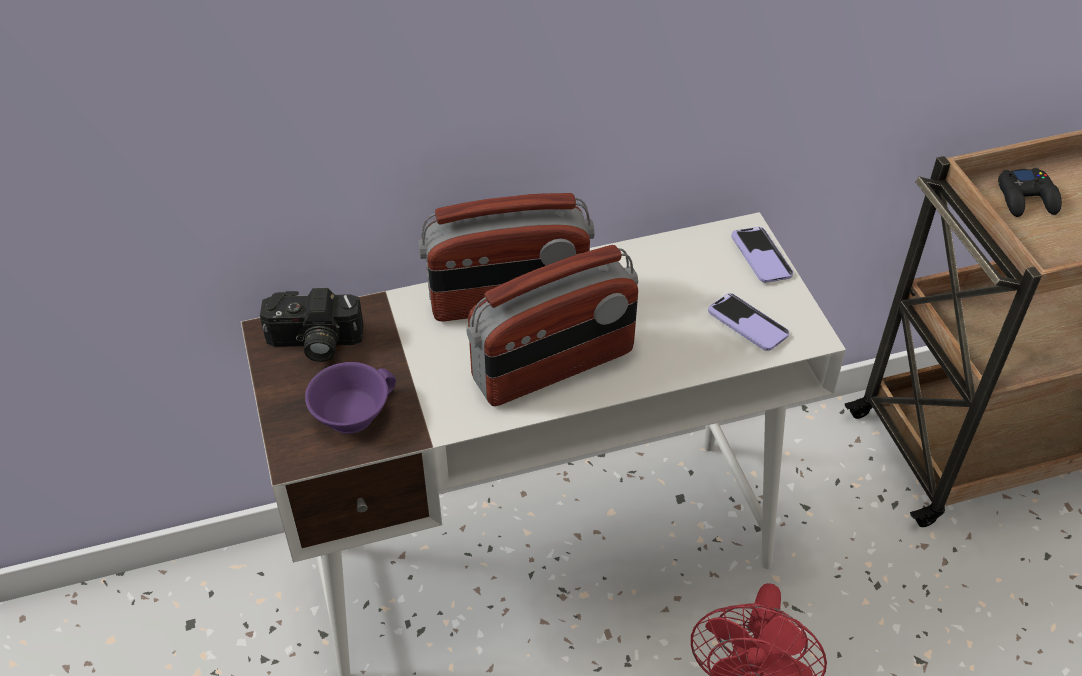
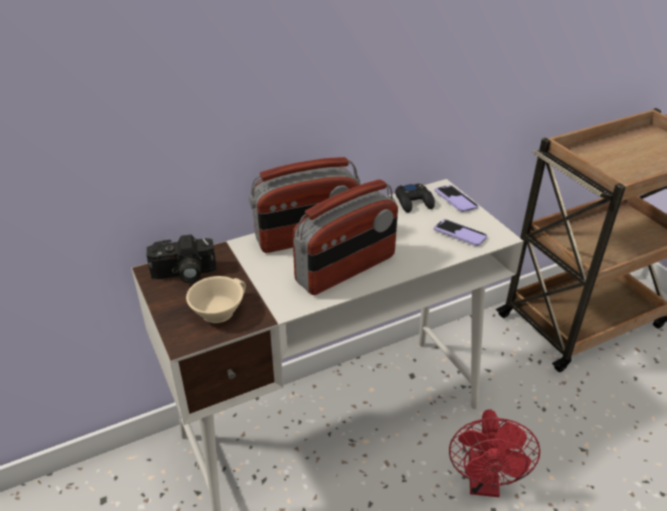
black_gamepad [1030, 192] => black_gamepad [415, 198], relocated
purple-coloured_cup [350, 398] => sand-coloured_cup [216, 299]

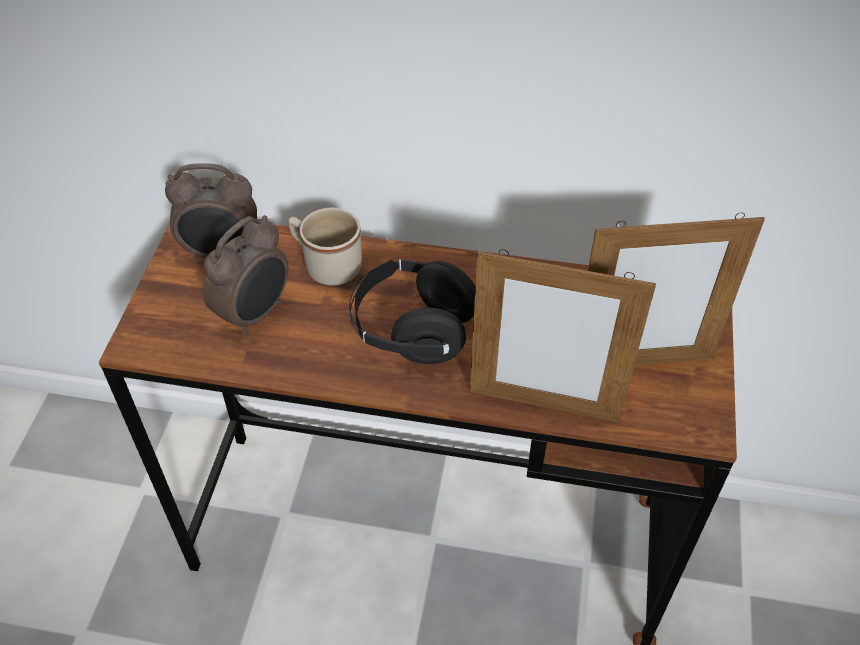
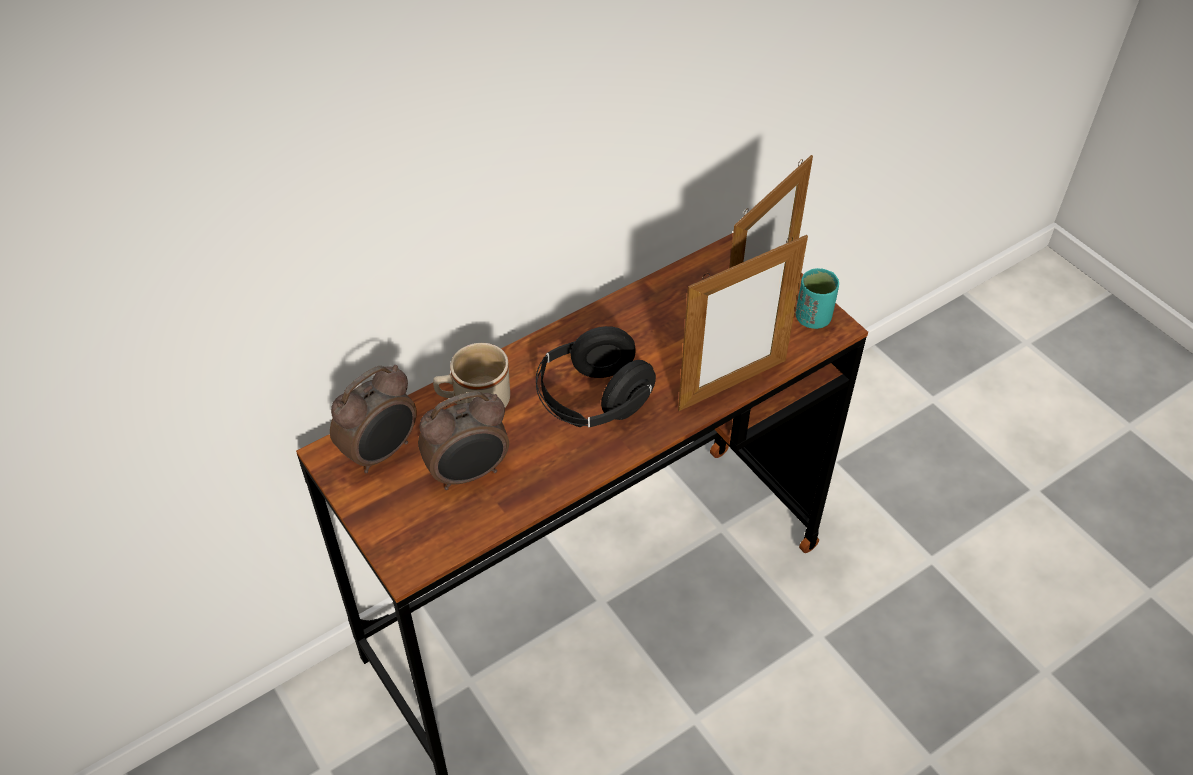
nothing => turquoise_cup [817, 298]
alarm_clock [245, 275] => alarm_clock [463, 440], 75 degrees clockwise

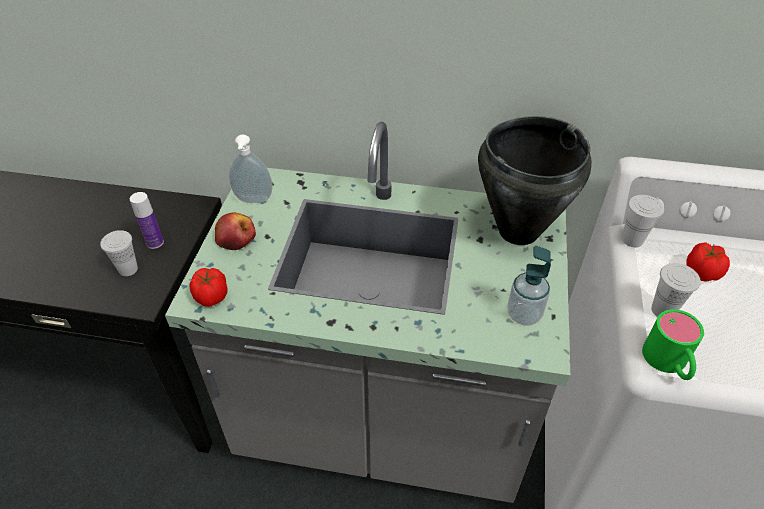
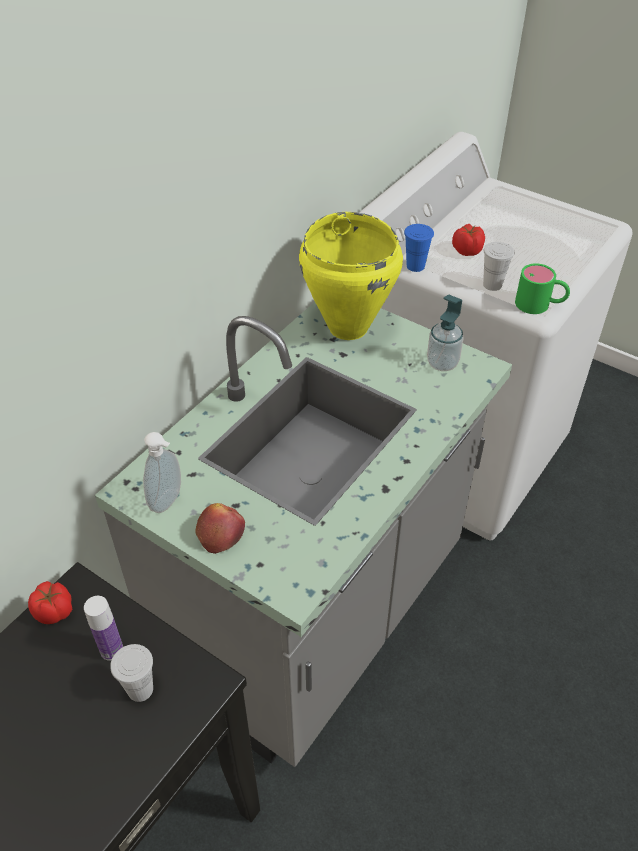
fresh_tomato [208, 287] => fresh_tomato [50, 602], relocated
black_saucepot [535, 180] => yellow-coloured_saucepot [351, 276]
white_cup [643, 221] => bluish_cup [419, 248]

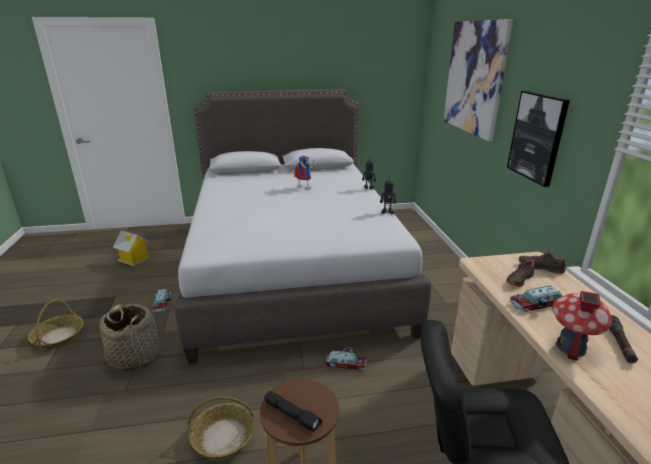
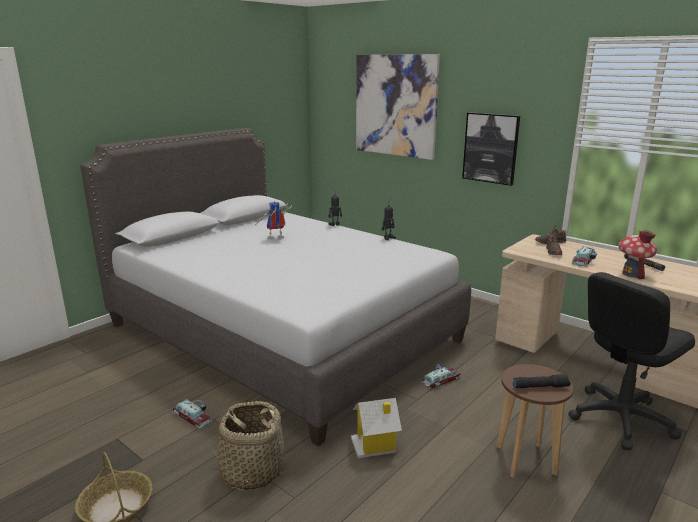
basket [221, 428] => nothing
model_house [131, 248] => model_house [376, 428], relocated

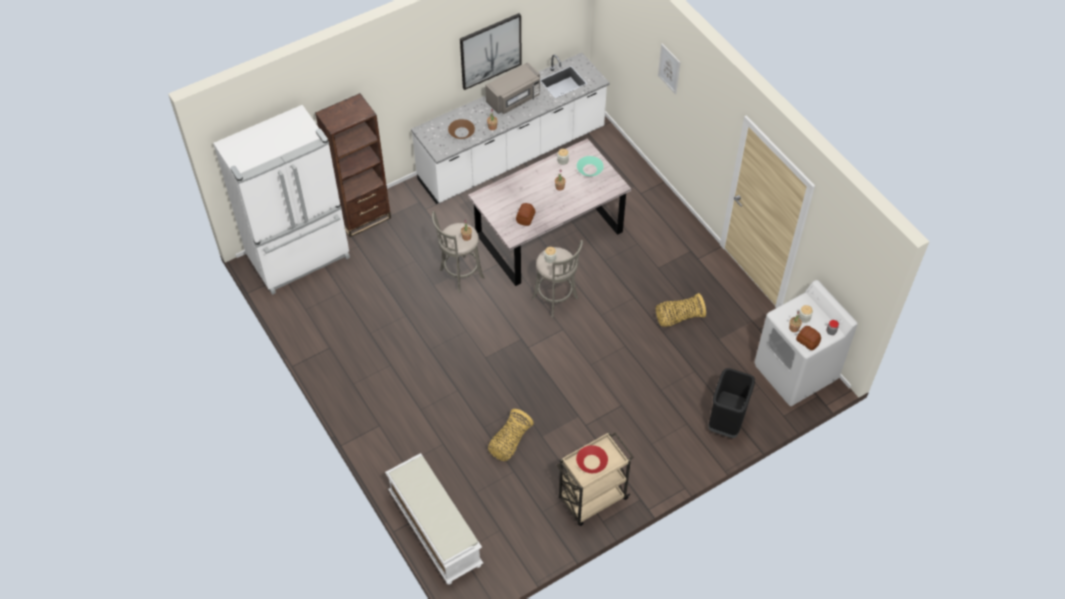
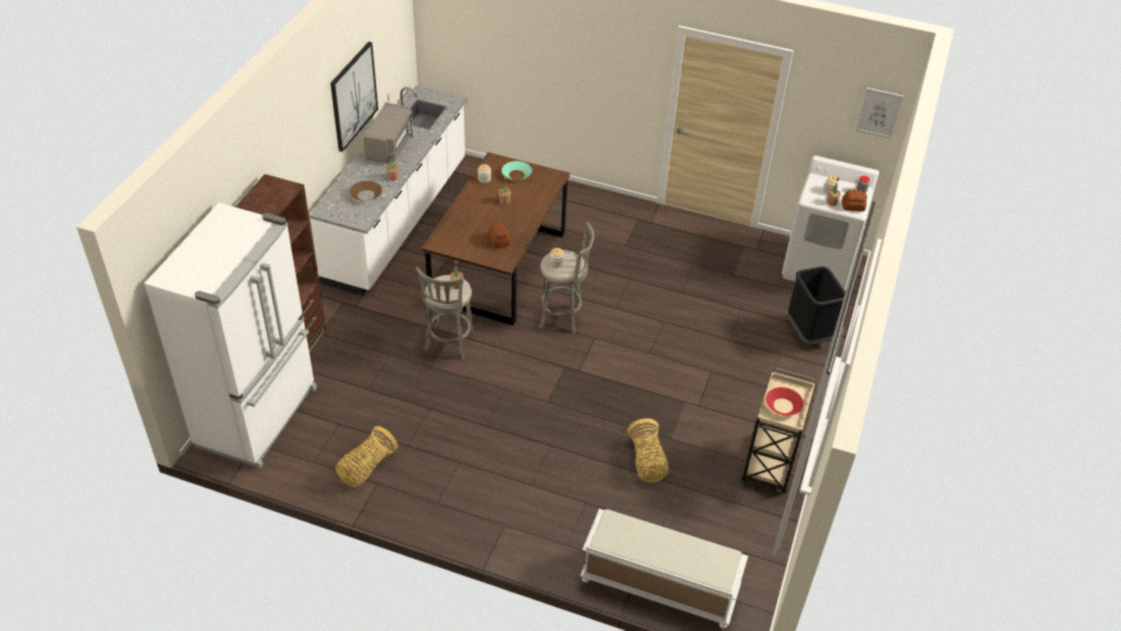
basket [681, 310] => basket [367, 456], relocated
wall_art [669, 69] => wall_art [879, 113], relocated
gray_kitchen_table [549, 212] => brown_kitchen_table [496, 238]

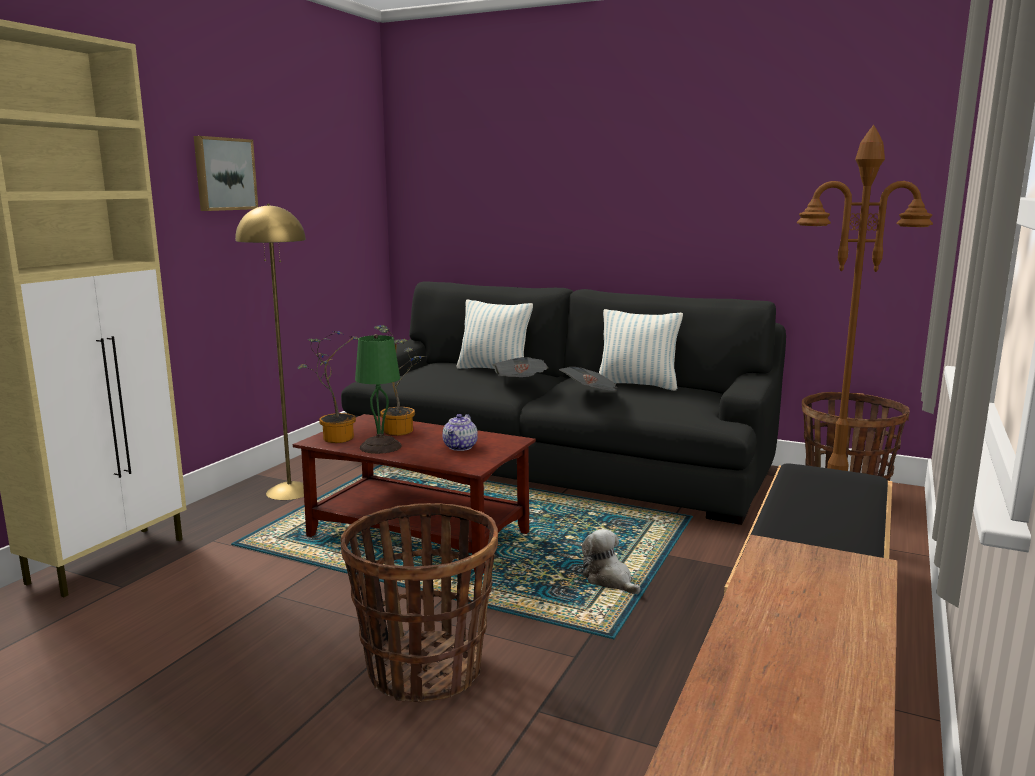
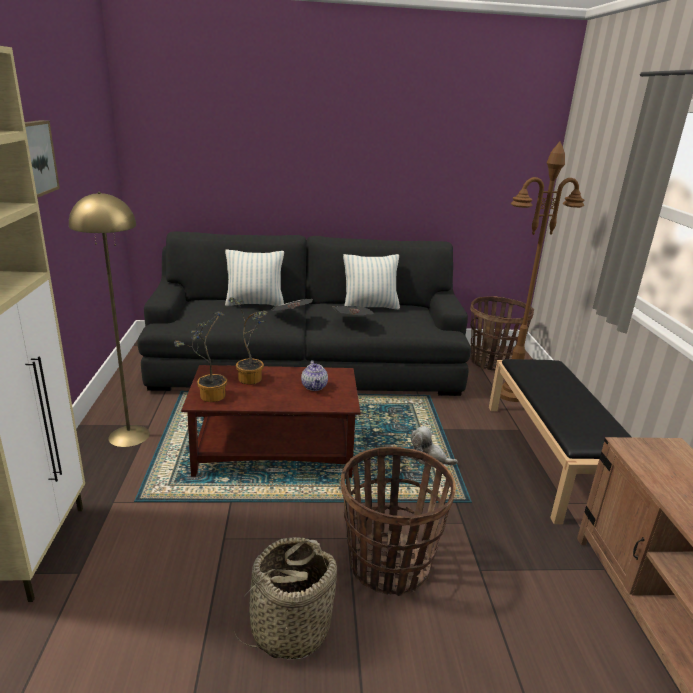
greenish_table_lamp [378, 394] => nothing
nothing => basket [285, 598]

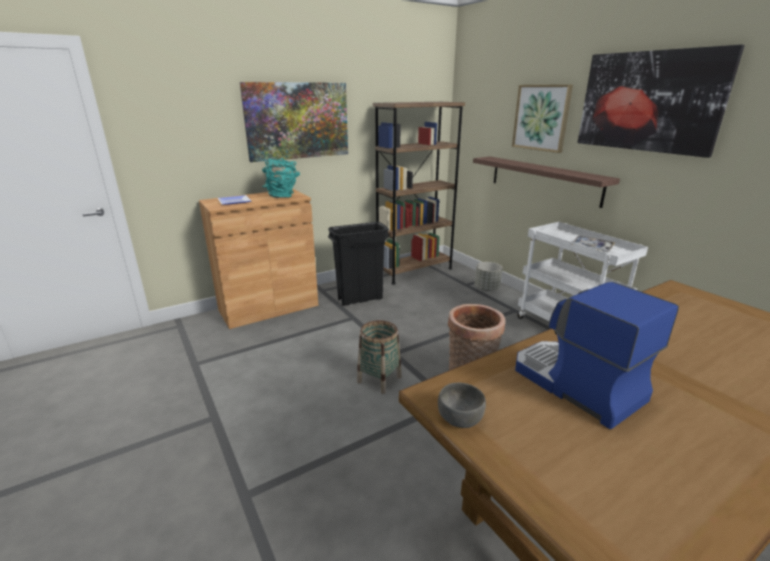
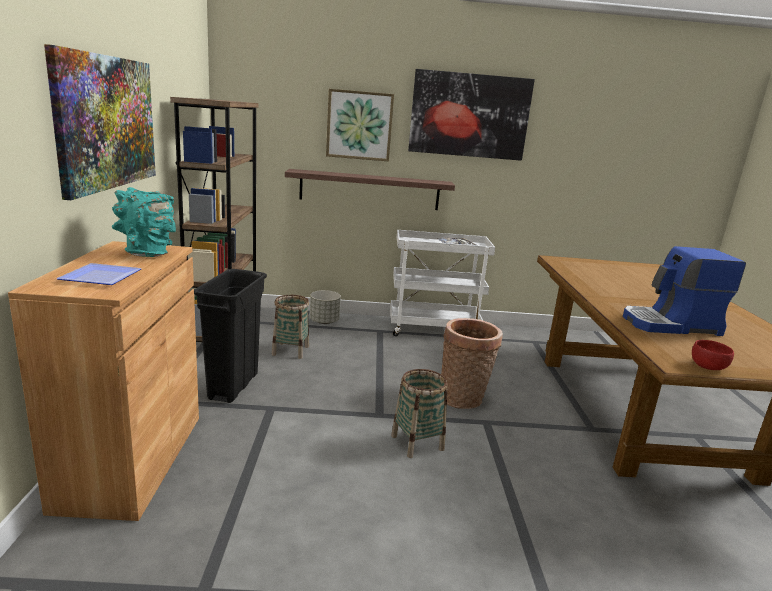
nothing => basket [290, 327]
gray_serving_bowl [462, 405] => reddish_serving_bowl [713, 355]

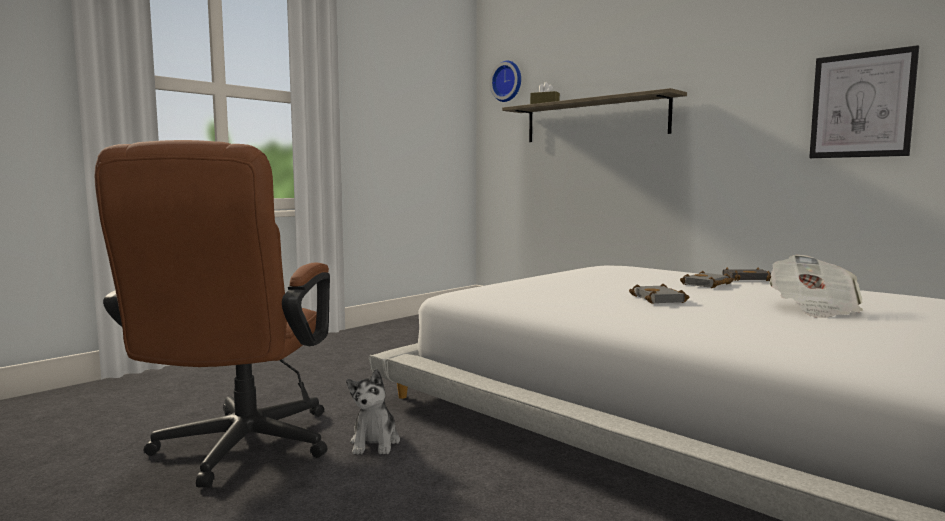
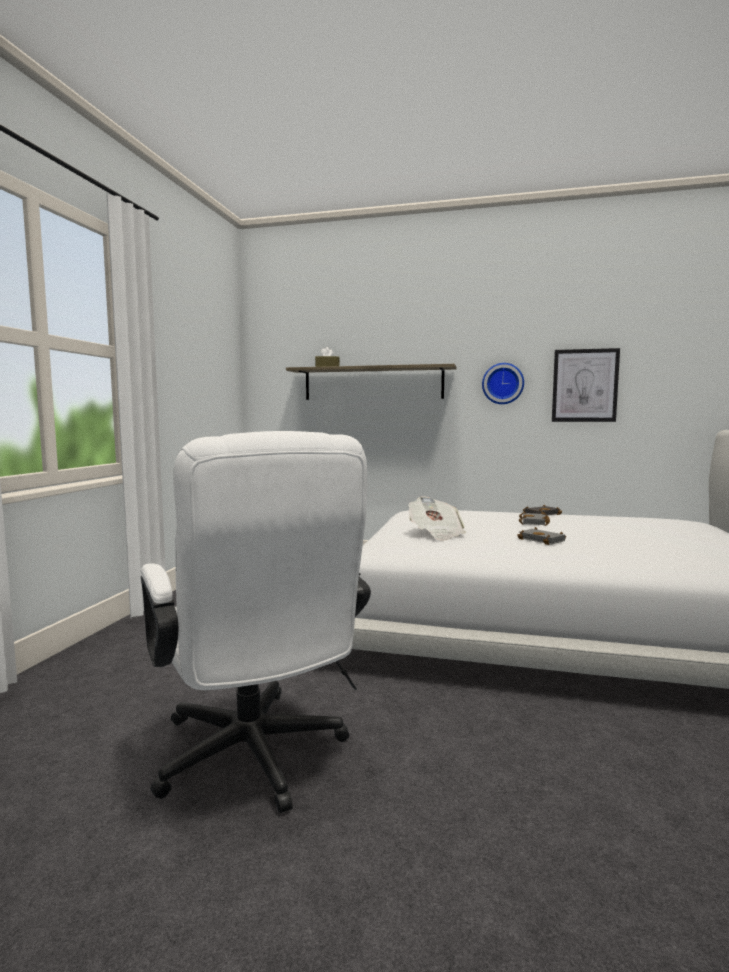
plush_toy [373, 411] => nothing
hanging_clock [505, 81] => hanging_clock [503, 383], relocated
printed_paper [816, 286] => printed_paper [437, 519], relocated
brown_office_chair [212, 314] => white_office_chair [256, 622]

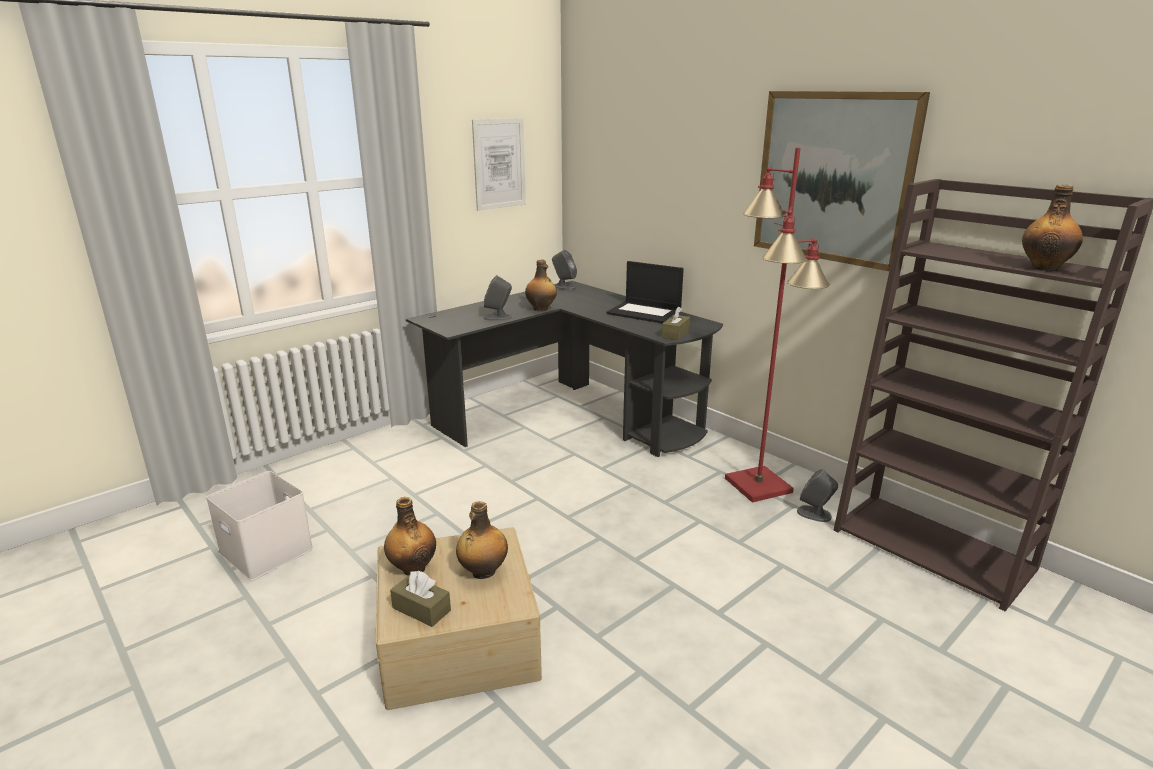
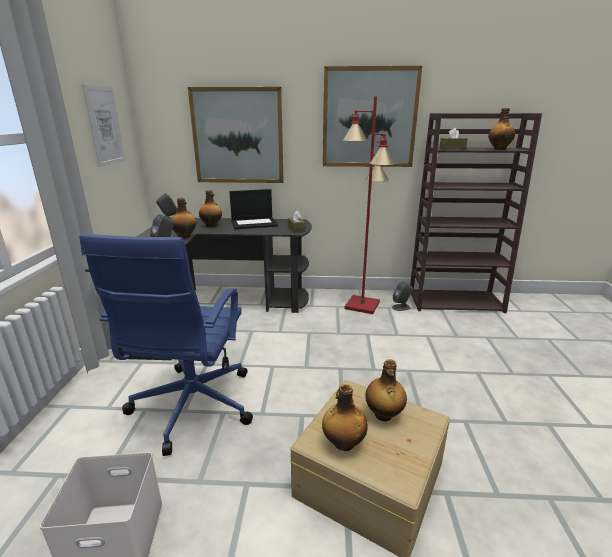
nothing => bluish_office_chair [166, 345]
nothing => wall_art [235, 135]
nothing => drink_bottle [210, 208]
brown_box_of_tissues [420, 599] => brown_box_of_tissues [453, 139], relocated

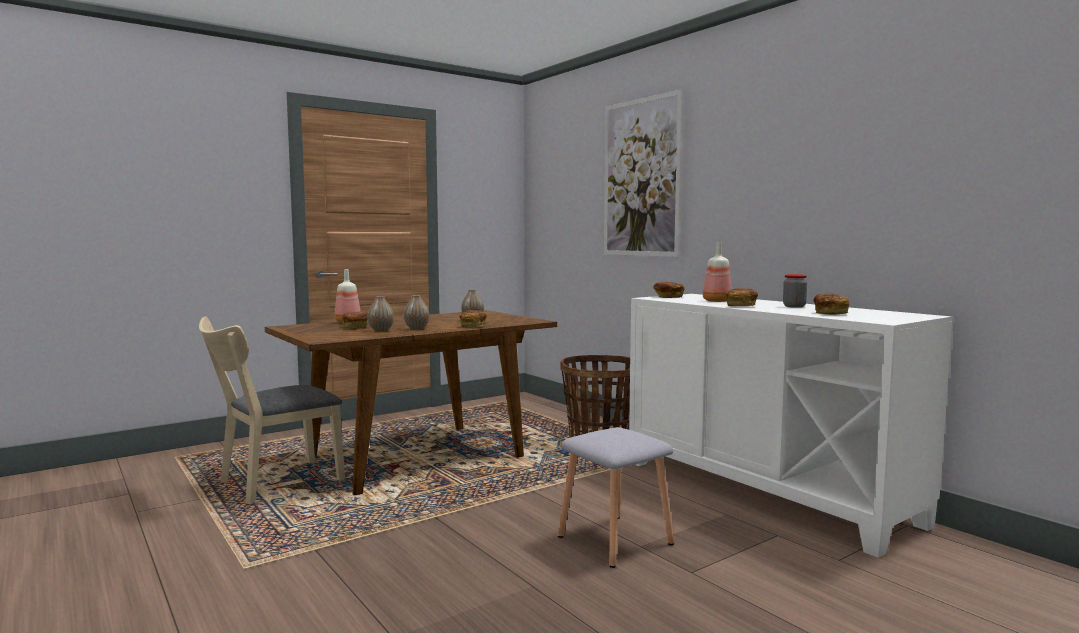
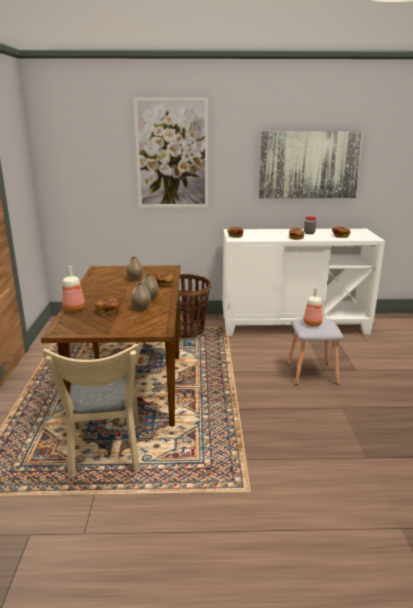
nothing => wall_art [311, 164]
drink_bottle [717, 272] => drink_bottle [313, 306], relocated

